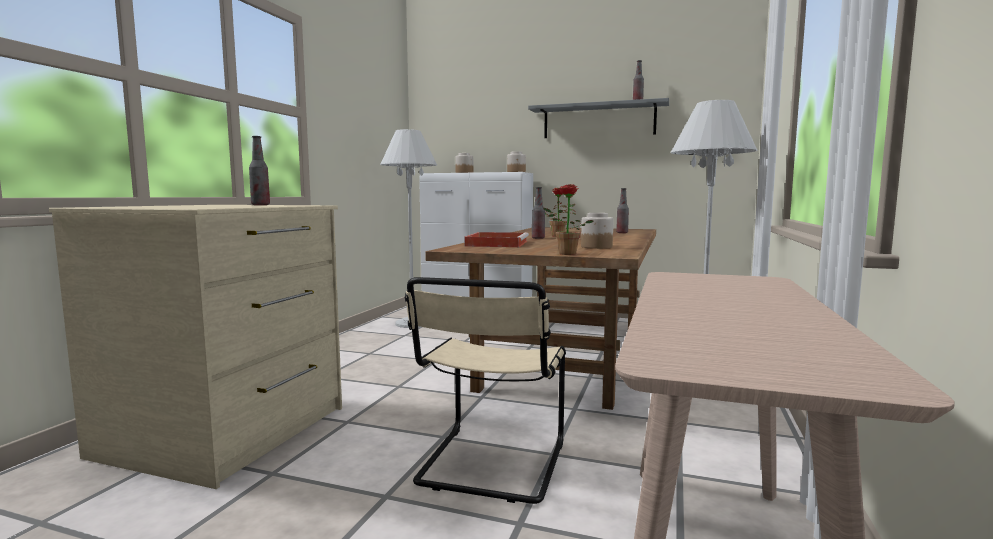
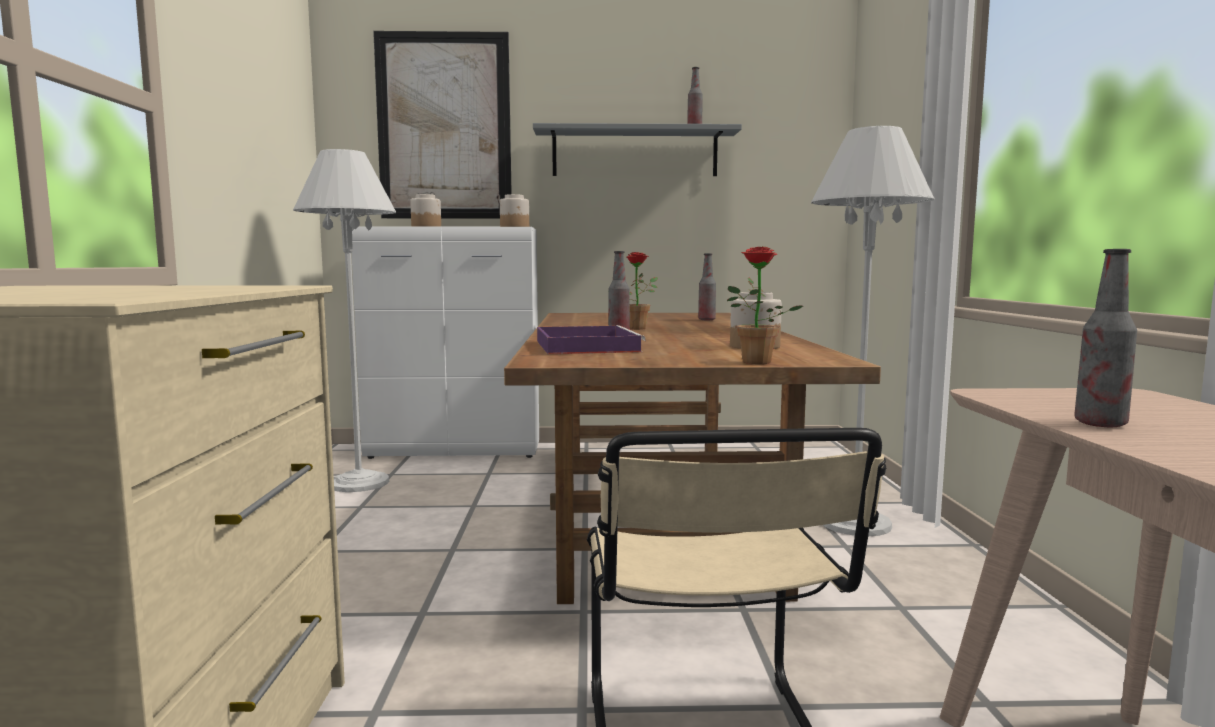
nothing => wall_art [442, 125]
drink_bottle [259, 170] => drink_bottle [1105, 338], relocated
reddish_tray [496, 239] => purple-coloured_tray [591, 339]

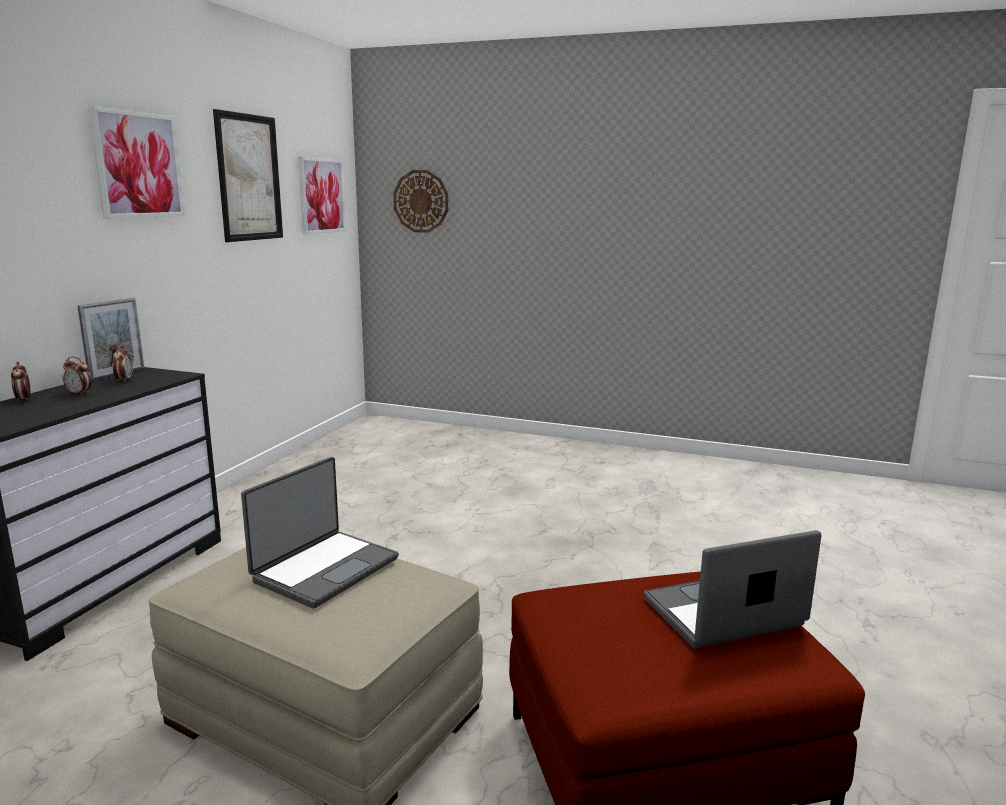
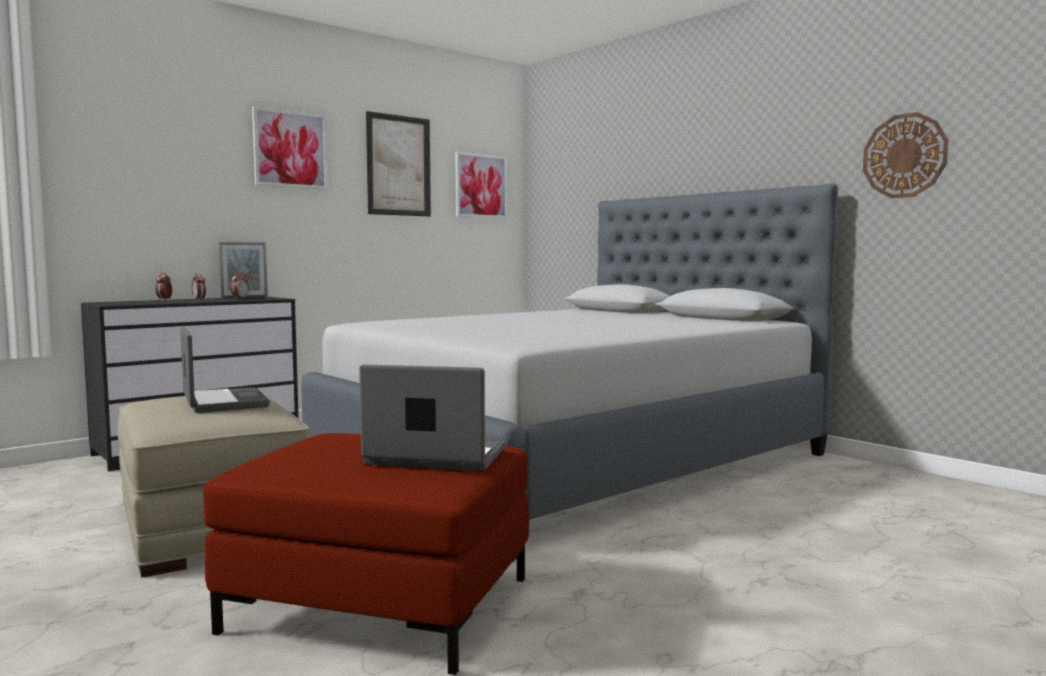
nothing => gray_bedroom_bed [570, 352]
hanging_clock [420, 201] => hanging_clock [905, 155], relocated
portable_computer [320, 532] => portable_computer [225, 370], 90 degrees counterclockwise

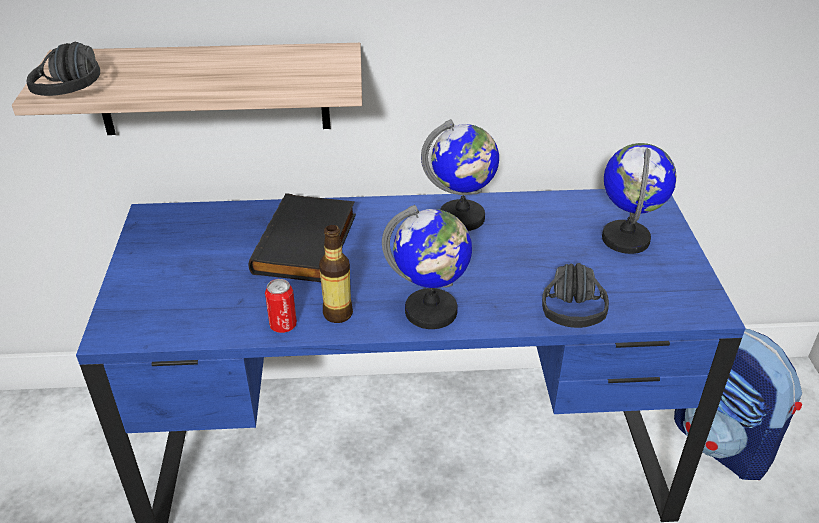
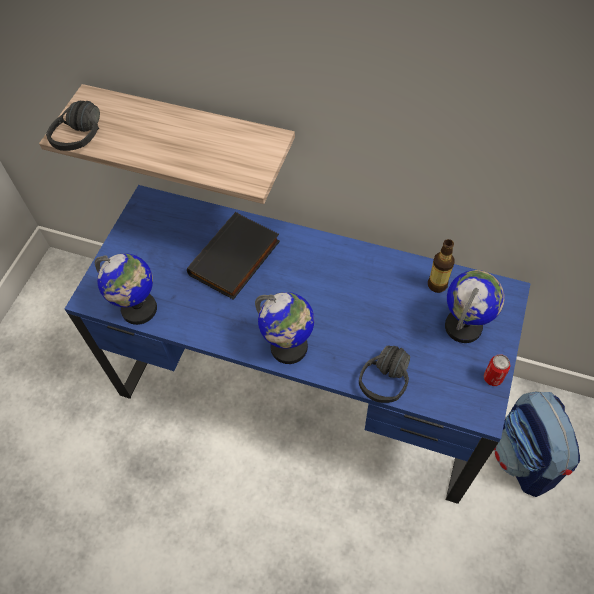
can [281, 306] => can [497, 370], relocated
drink_bottle [336, 274] => drink_bottle [441, 266], relocated
globe [460, 175] => globe [126, 289], relocated

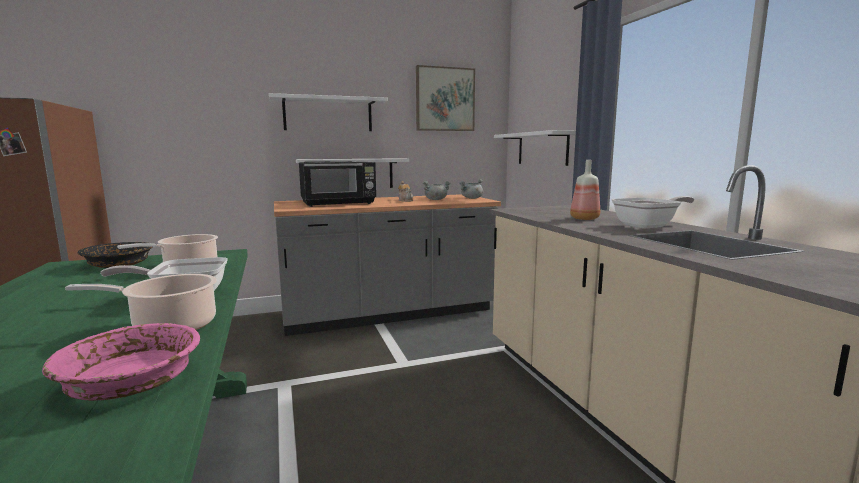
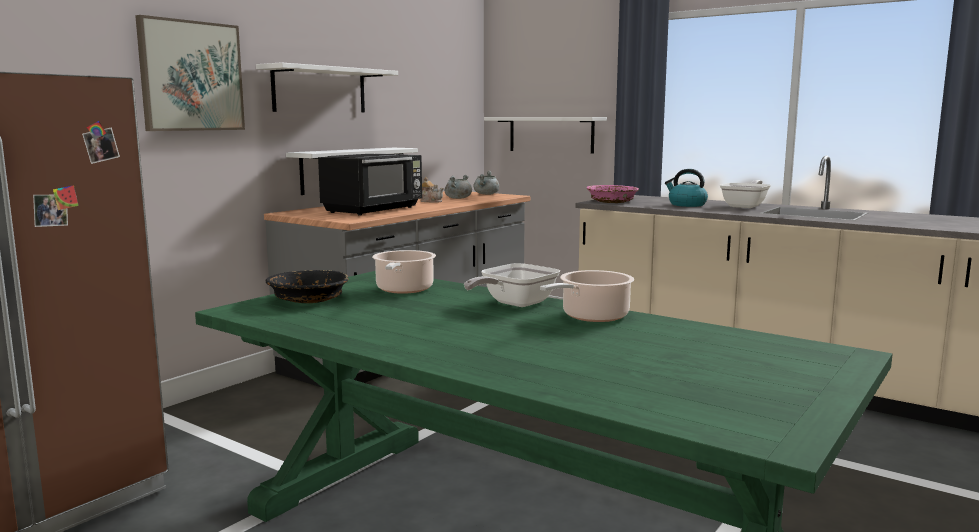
pinkish_serving_bowl [121, 362] => pinkish_serving_bowl [613, 194], relocated
wall_art [445, 98] => wall_art [190, 73], relocated
drink_bottle [585, 190] => kettle [686, 188]

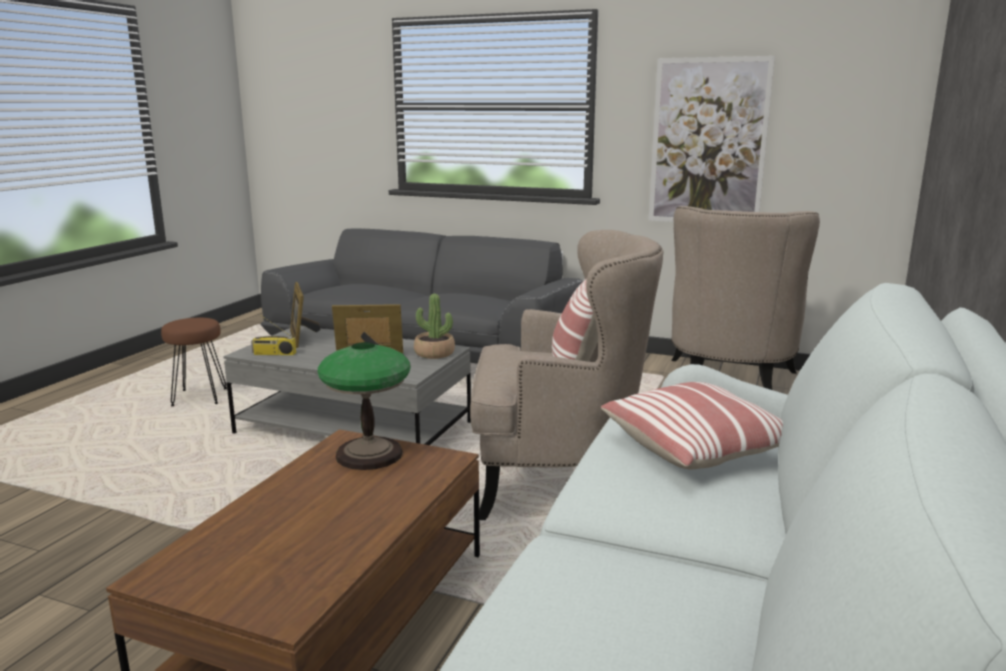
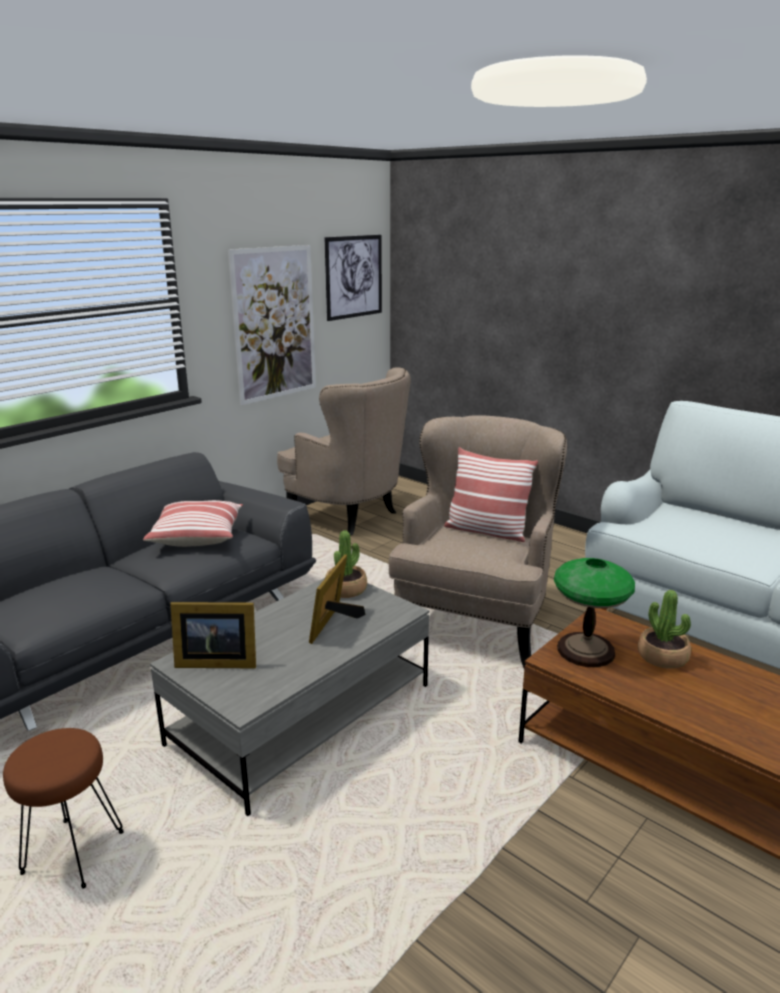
radio_set [273, 334] => nothing
nothing => wall_art [353, 278]
nothing => houseplant [664, 629]
pillow [692, 426] => pillow [193, 523], relocated

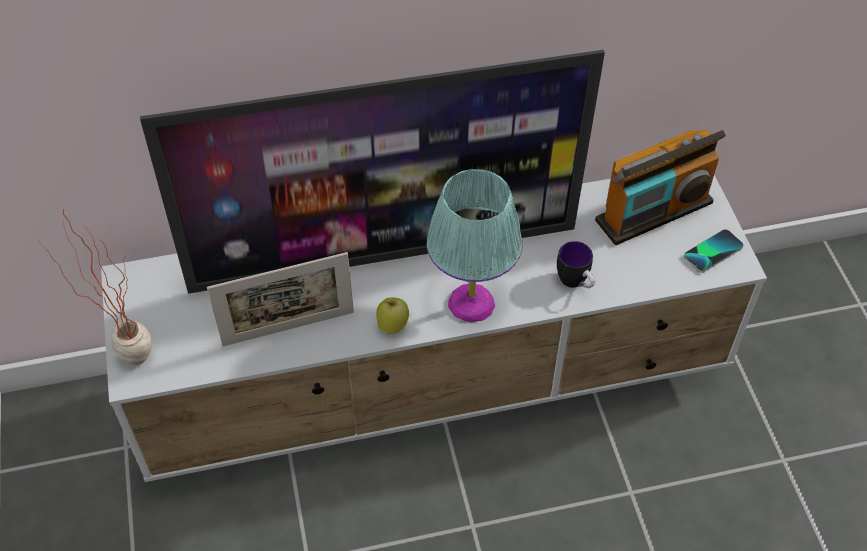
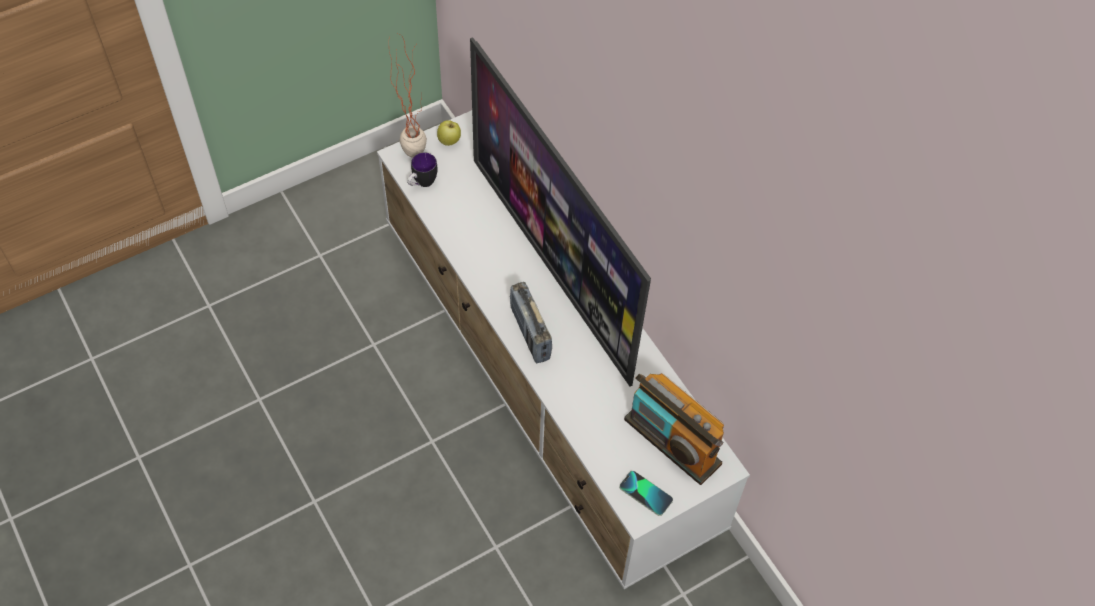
standing_frame [280, 299] => nothing
apple [392, 315] => apple [449, 133], relocated
mug [576, 264] => mug [422, 169], relocated
turquoise_table_lamp [474, 246] => radio_set [531, 322]

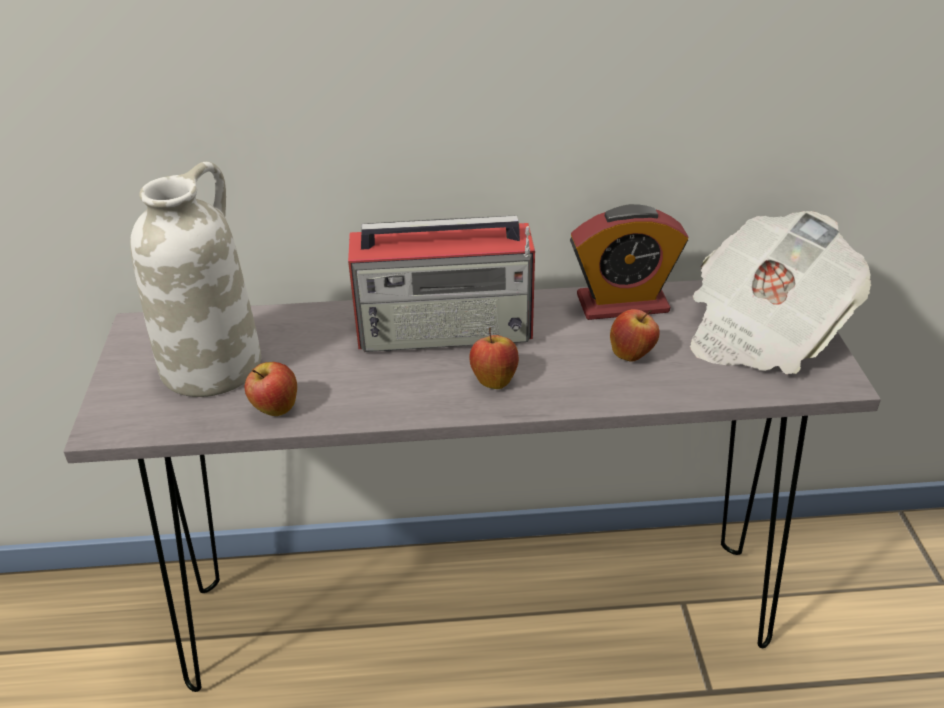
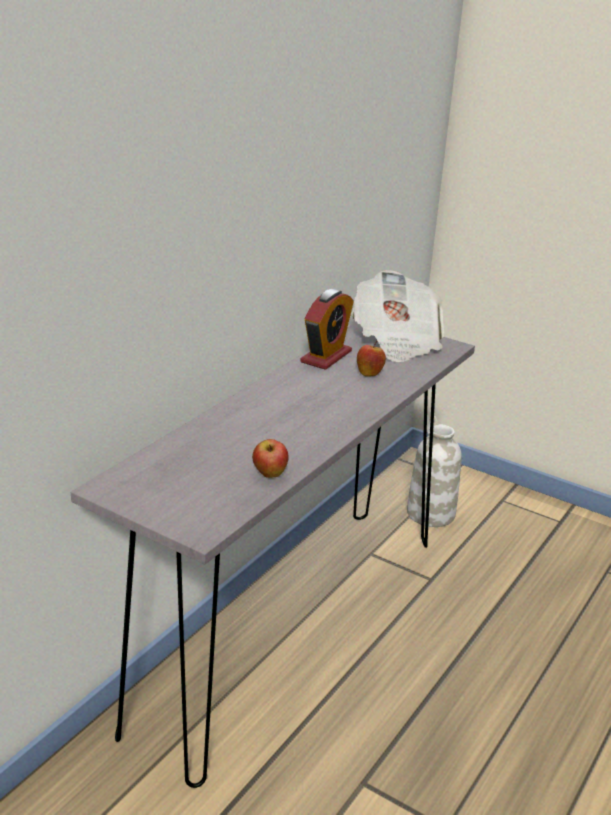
radio_set [441, 283] => nothing
apple [494, 358] => nothing
white_decorative_vase [195, 279] => white_decorative_vase [434, 471], relocated

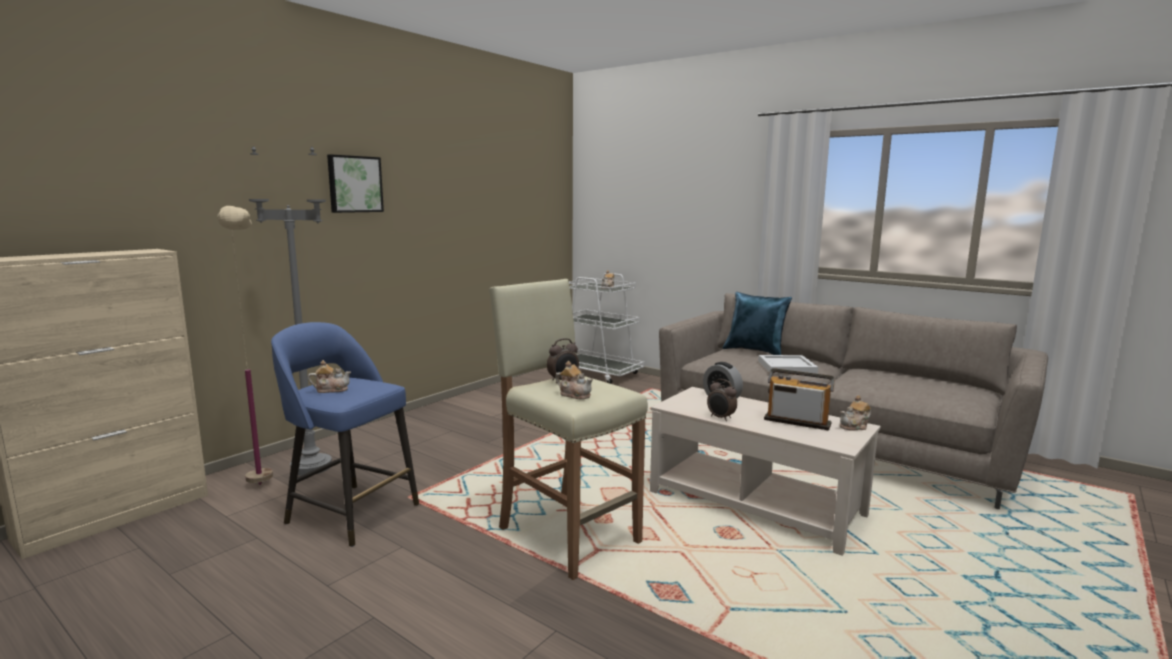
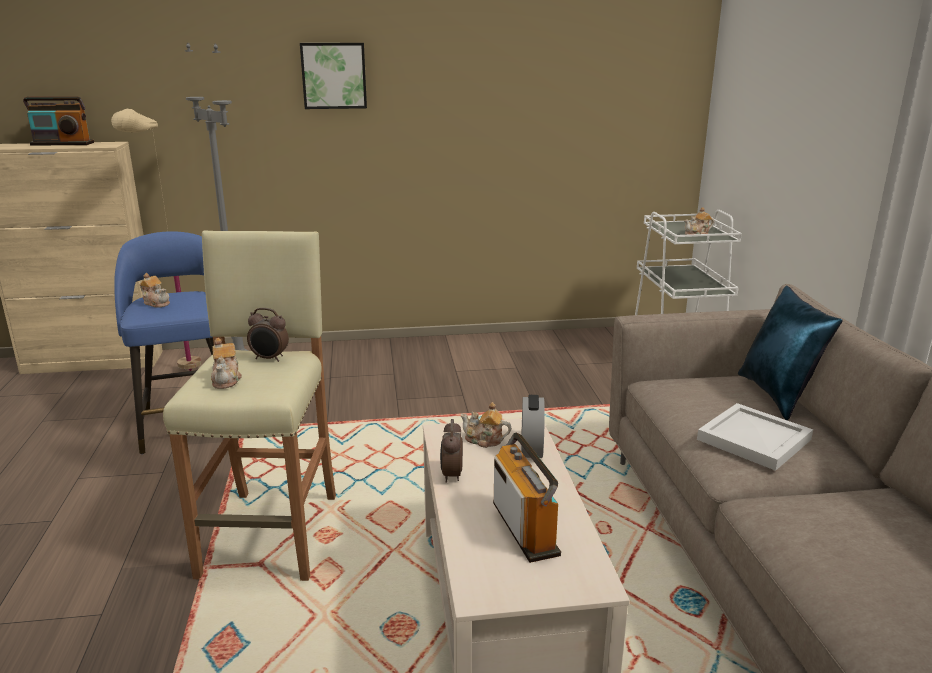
nothing => radio_set [58, 121]
teapot [855, 412] => teapot [485, 425], relocated

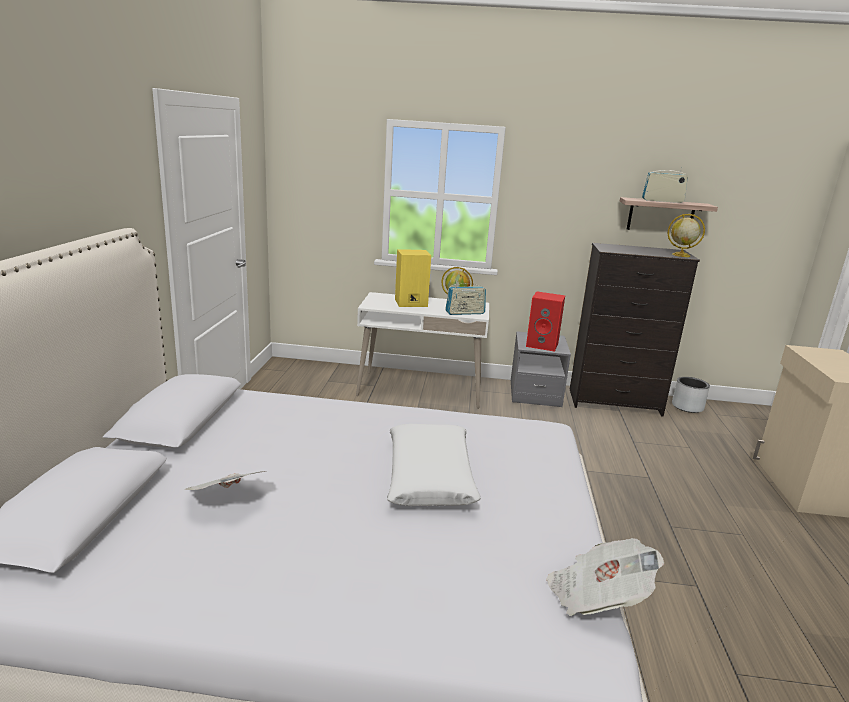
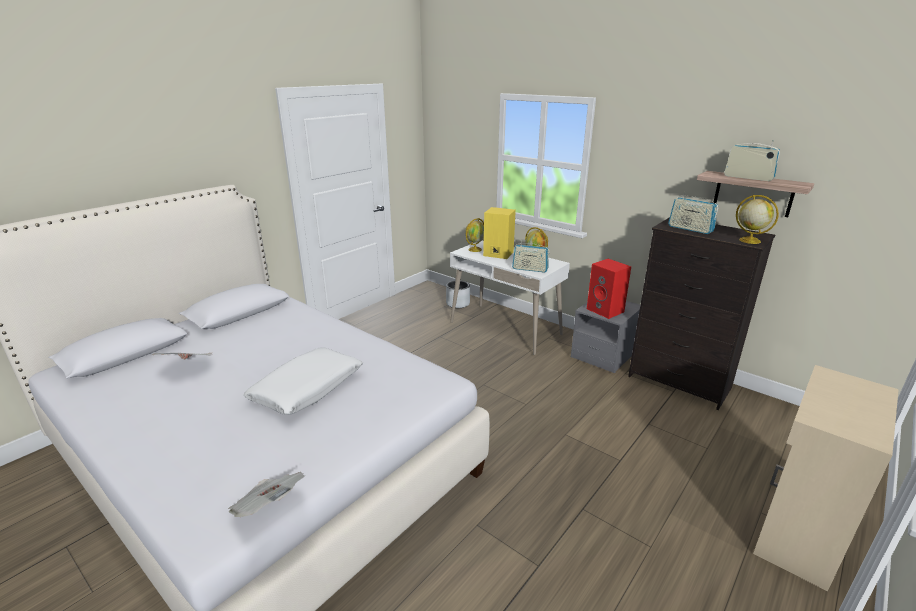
nothing => globe [474, 235]
nothing => radio_set [693, 213]
gray_planter [691, 395] => gray_planter [458, 294], relocated

